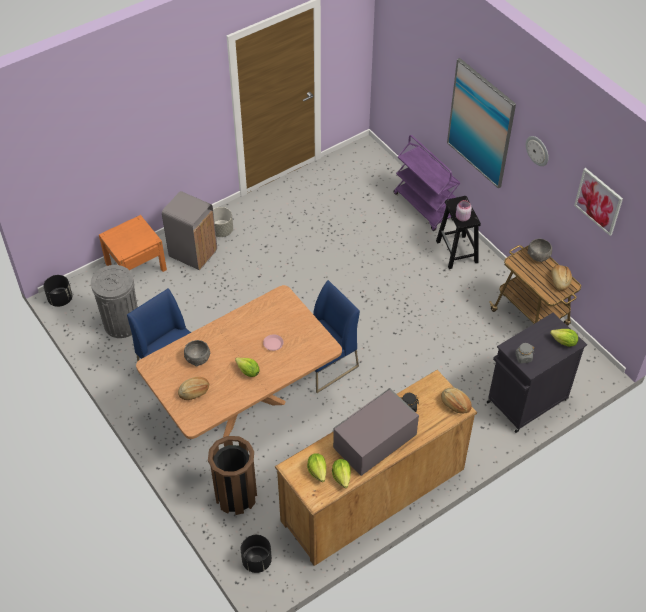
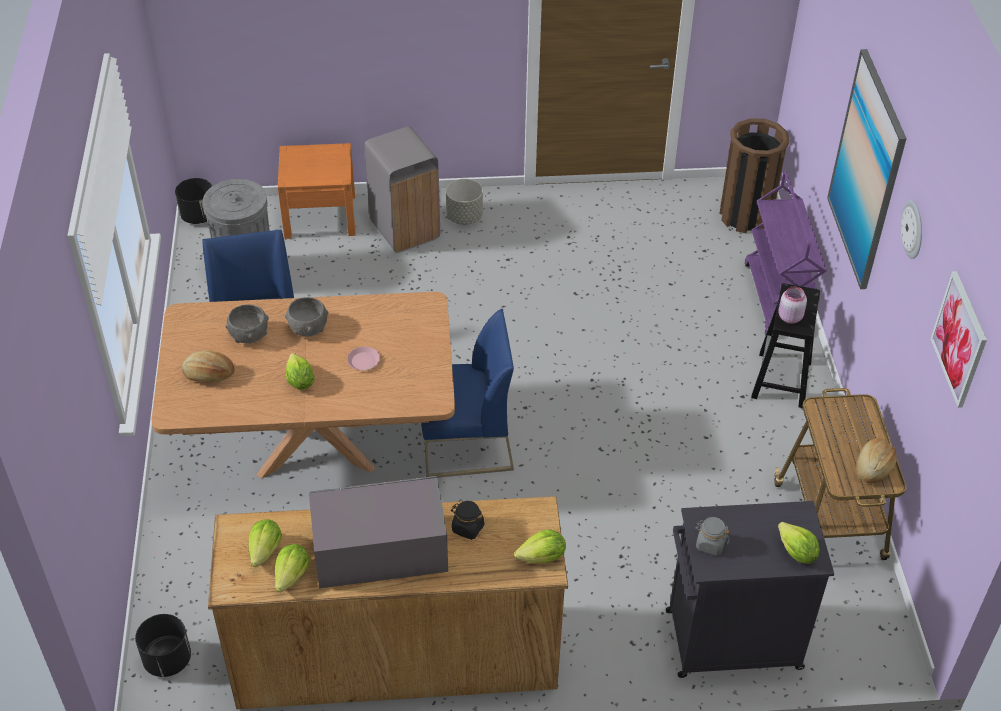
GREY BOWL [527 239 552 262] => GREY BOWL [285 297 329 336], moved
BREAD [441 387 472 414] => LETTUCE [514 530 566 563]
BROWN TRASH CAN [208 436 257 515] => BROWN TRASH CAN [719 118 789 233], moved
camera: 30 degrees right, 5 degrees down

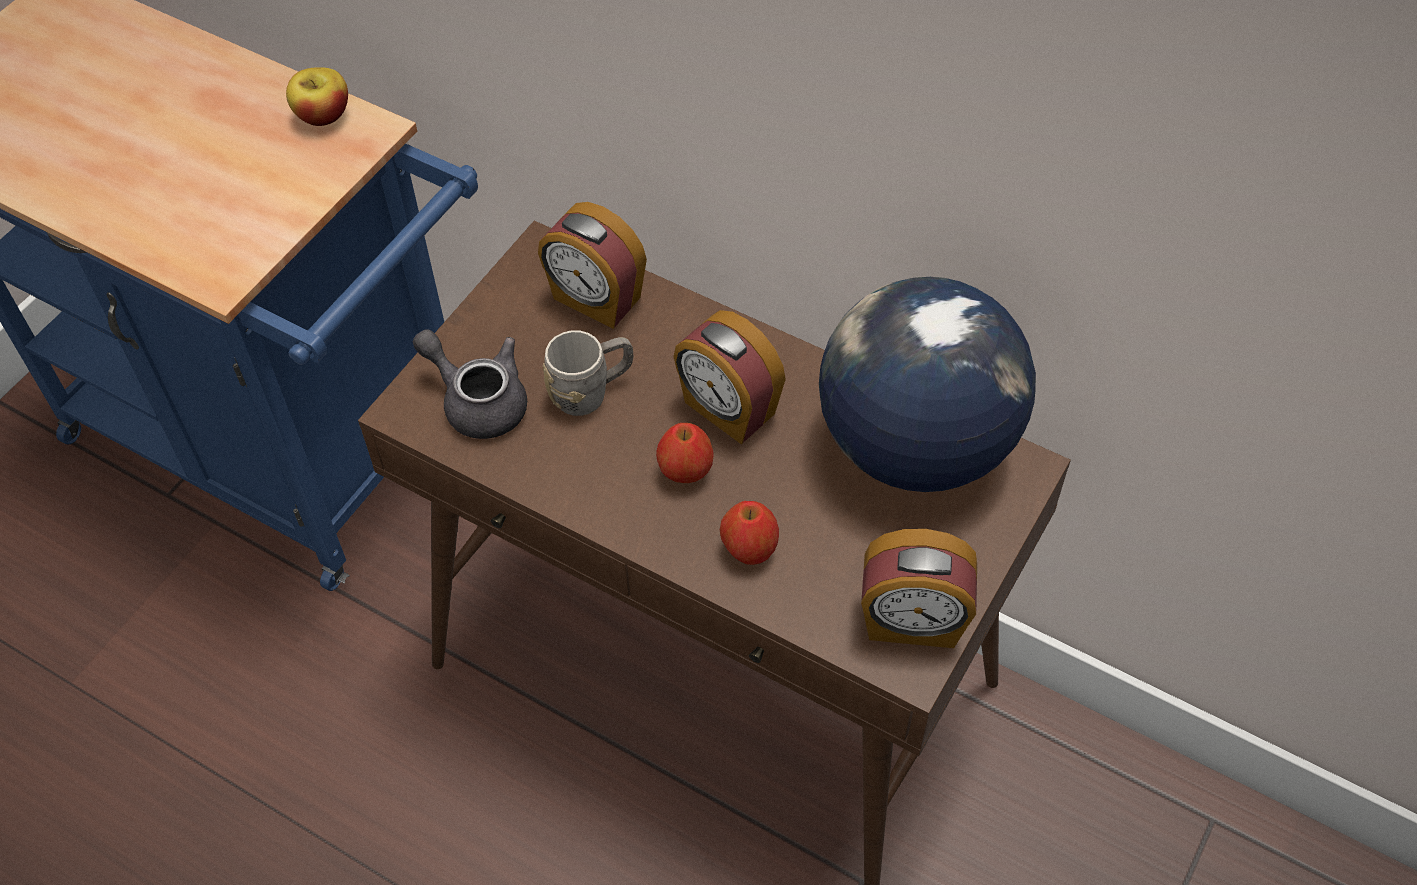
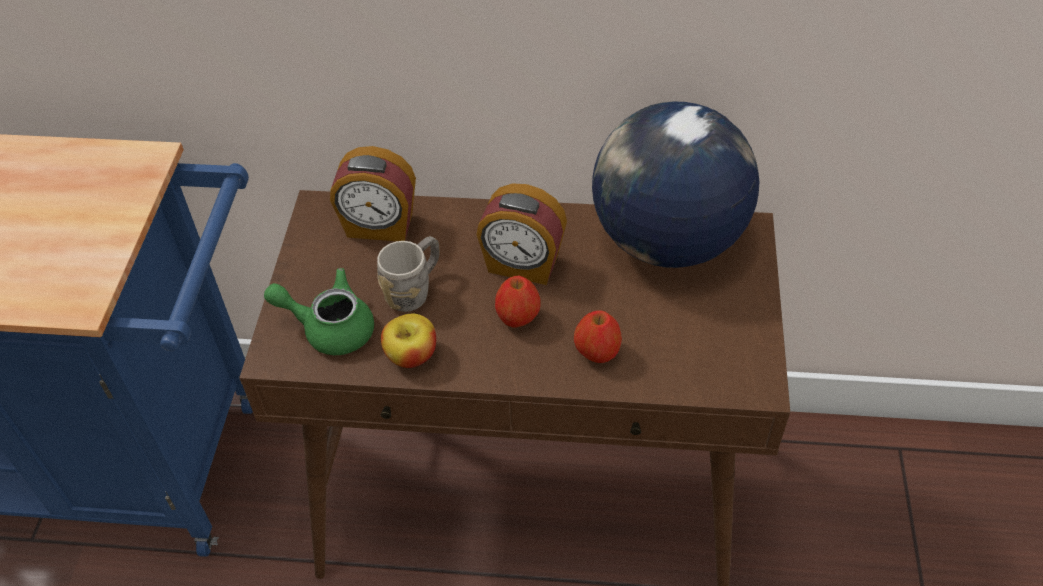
APPLE [286 67 348 126] => APPLE [381 314 436 368], moved
GREY TEAPOT [413 329 527 439] => GREEN TEAPOT [264 268 374 355]
ALARM CLOCK [861 529 977 648] => nothing
camera: 25 degrees left, 5 degrees down

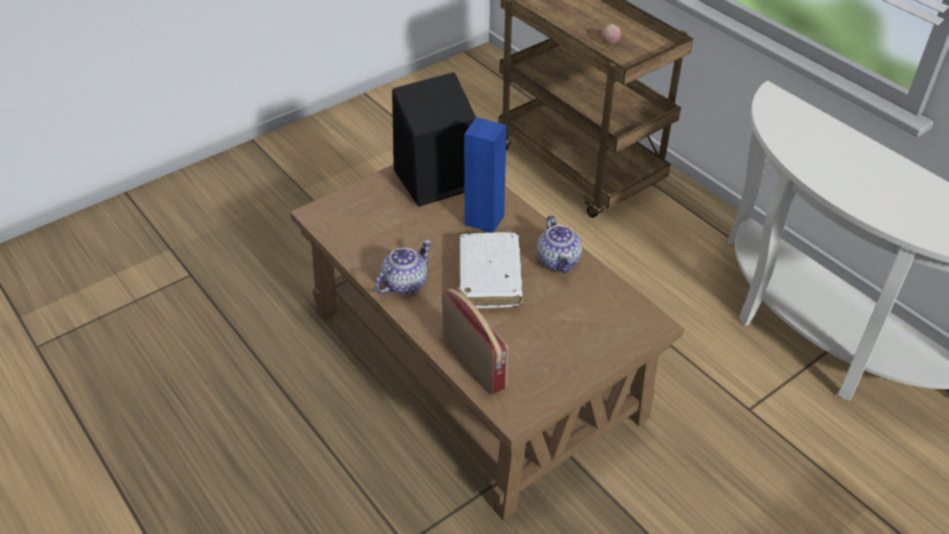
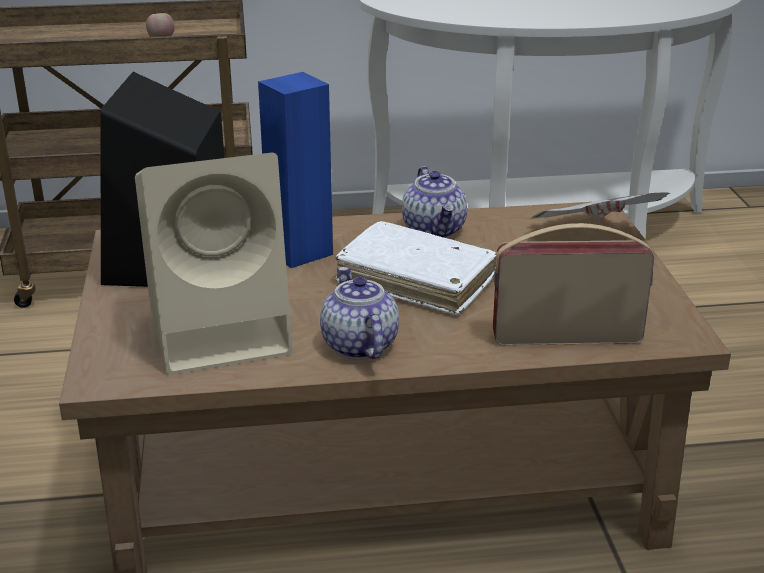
TEAPOT [537 215 582 273] => TEAPOT [402 166 467 238], 60 degrees clockwise
nothing => BEIGE SPEAKER [135 153 293 375]
nothing => NEWSPAPER [532 192 671 219]
camera: 60 degrees left, 15 degrees down

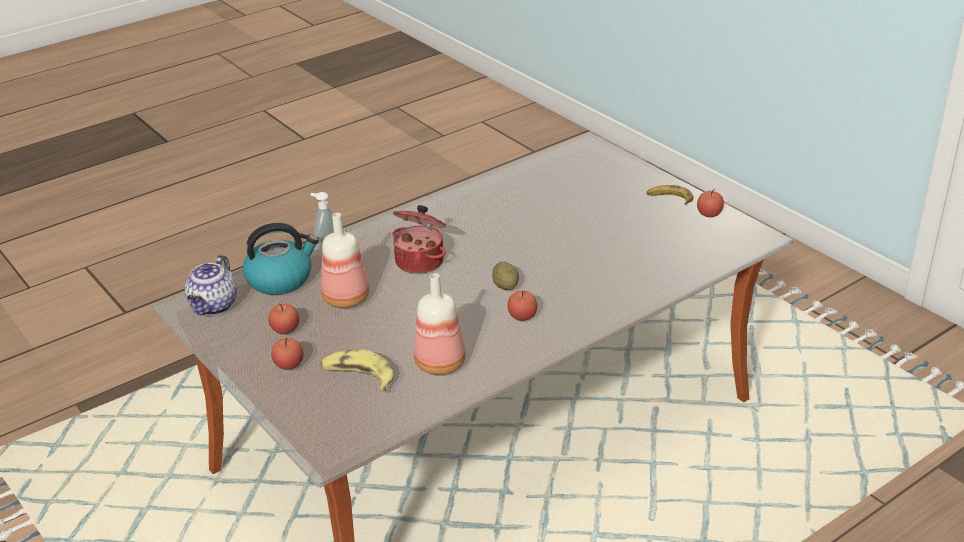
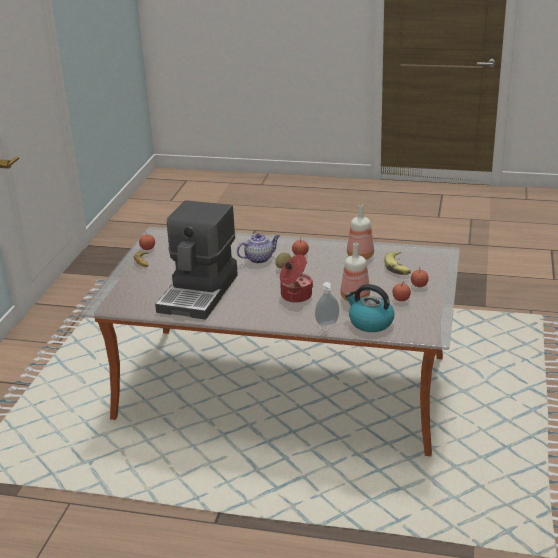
TEAPOT [185 255 237 315] => TEAPOT [237 234 280 264], moved
nothing => COFFEE MACHINE [155 200 238 320]
camera: 130 degrees left, 5 degrees down

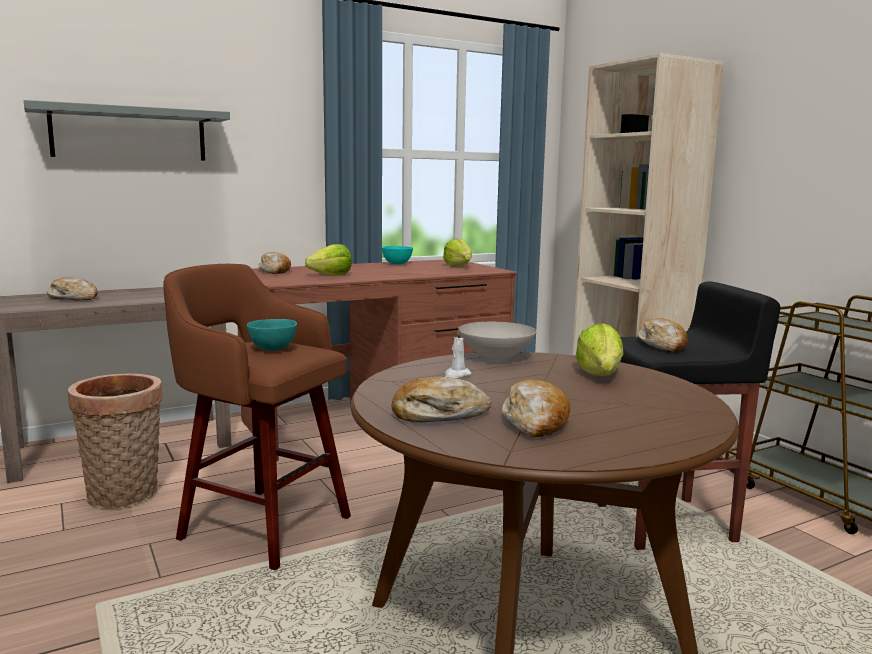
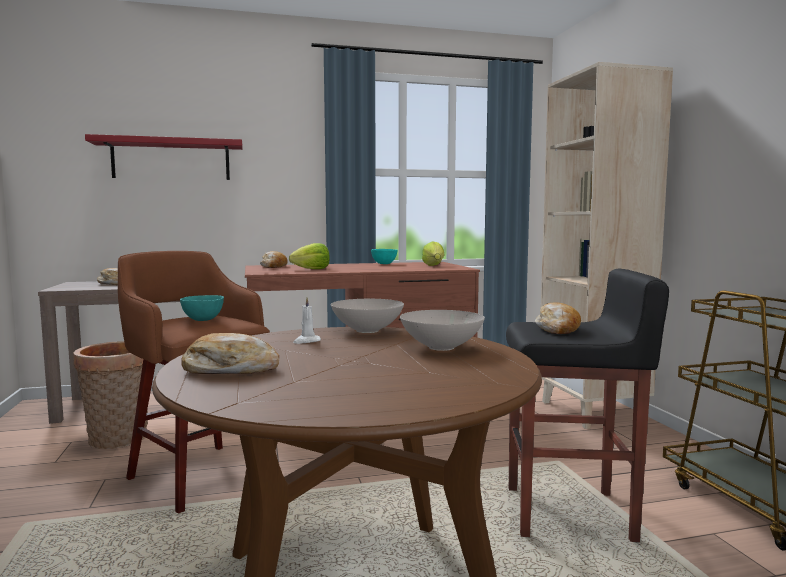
GREY SHELF [24 100 230 161] => RED SHELF [85 134 243 180]
LETTUCE [575 323 624 376] => WHITE BOWL [400 310 485 351]
BREAD [502 380 570 437] => nothing
camera: 15 degrees right, 5 degrees down

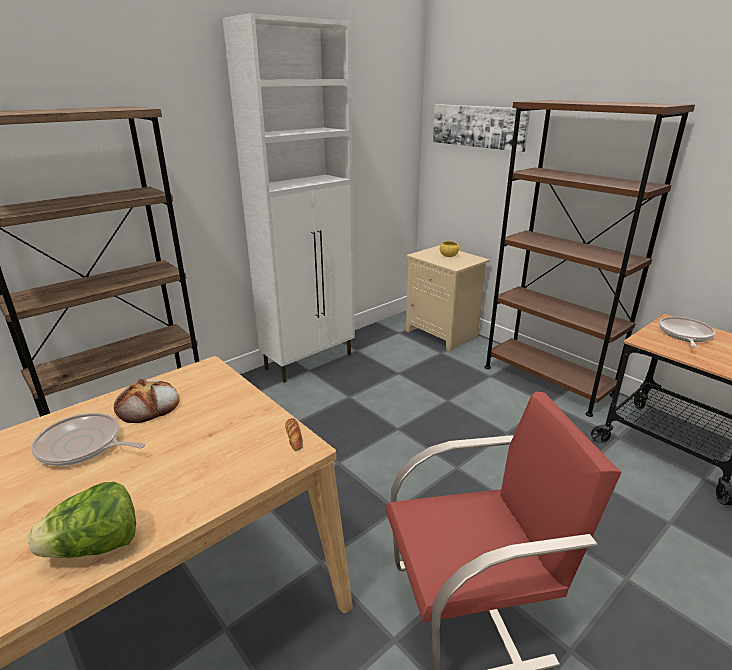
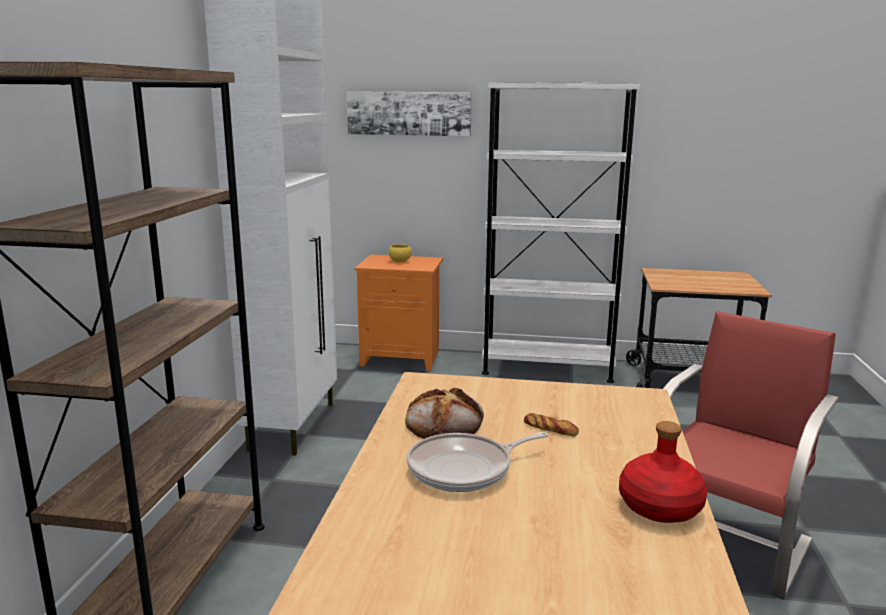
BROWN BOOKCASE [484 100 695 417] => WHITE BOOKCASE [482 82 640 383]
BEIGE NIGHTSTAND [406 245 490 351] => ORANGE NIGHTSTAND [354 255 443 371]
FRYING PAN [659 317 715 347] => nothing
BREAD [285 418 303 451] => BREAD [524 413 579 437], moved
LETTUCE [28 482 136 558] => RED BOTTLE [619 421 707 523]
camera: 40 degrees left, 10 degrees down

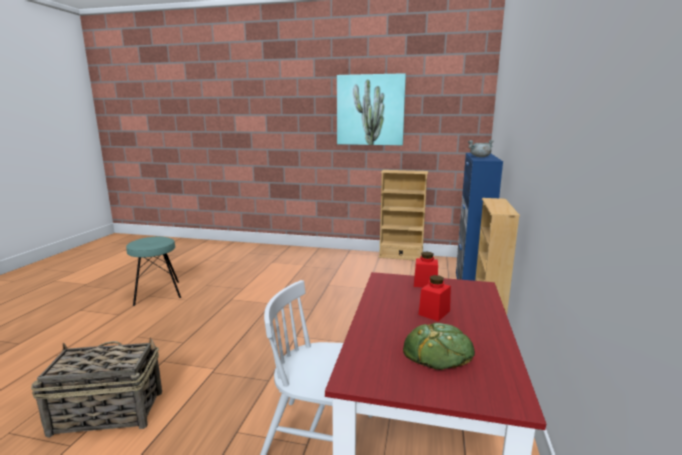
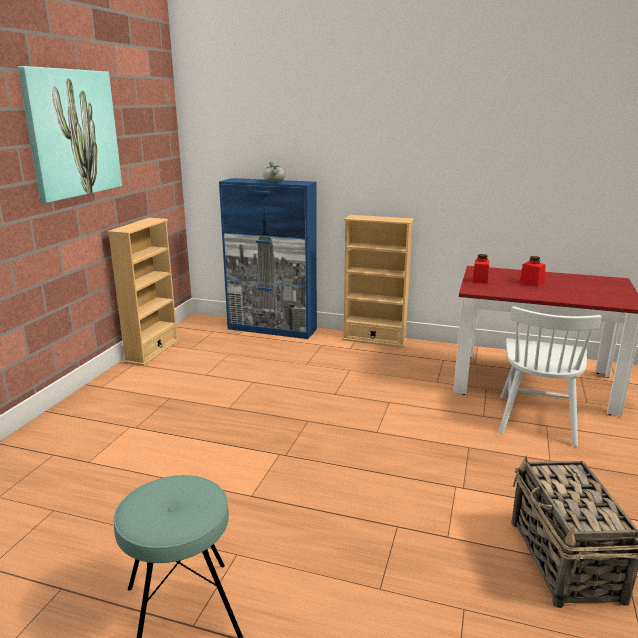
BREAD [403 323 475 370] => nothing
camera: 85 degrees left, 5 degrees up

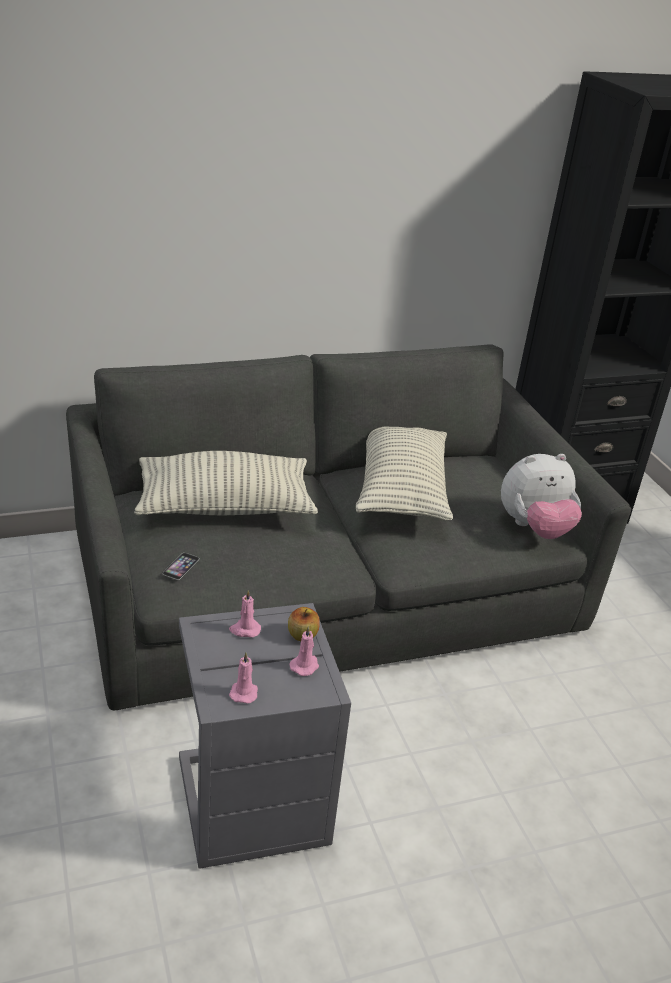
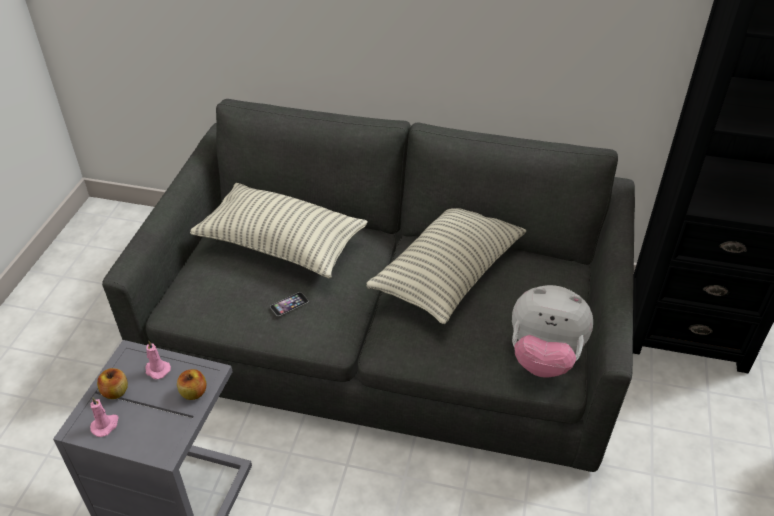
PHONE [163 553 199 580] => PHONE [270 292 309 316], moved
PINK CANDLE [289 626 319 676] => nothing
nothing => APPLE [97 368 128 399]
camera: 35 degrees right, 10 degrees up

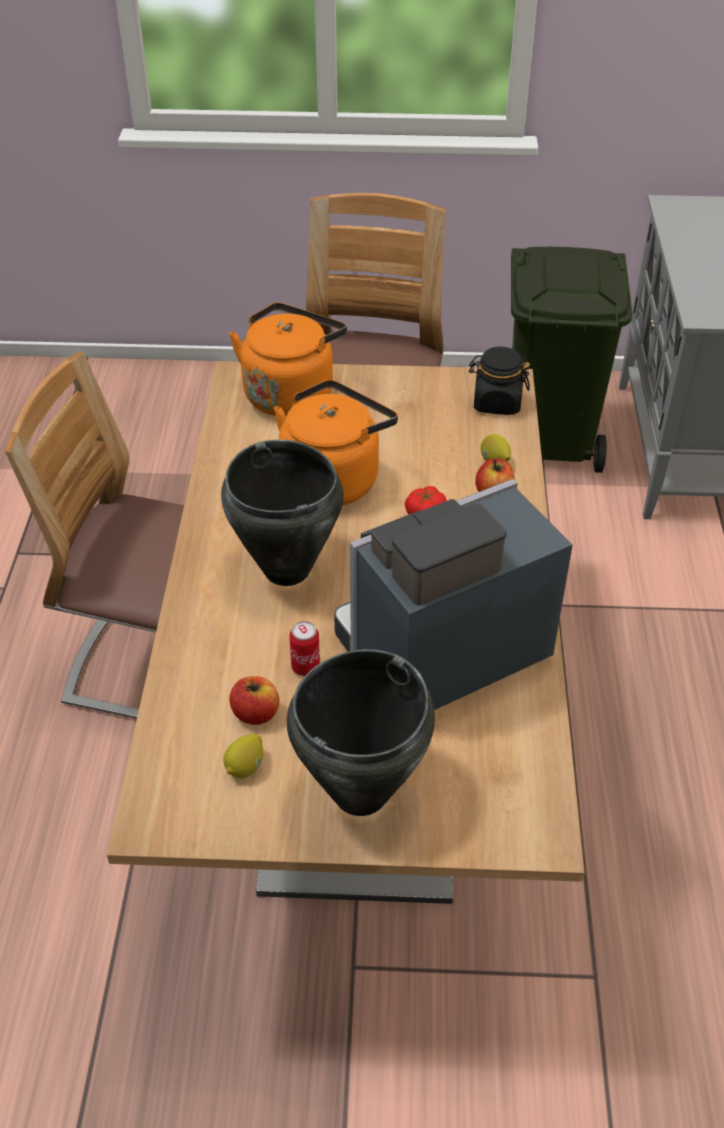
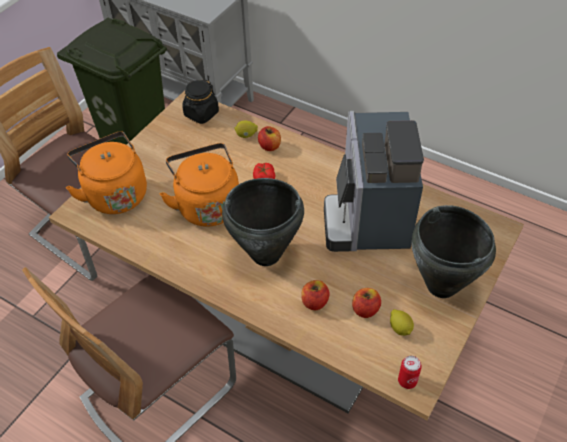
CAN [290 621 320 676] => CAN [398 356 422 389], moved
nothing => APPLE [301 280 330 310]
camera: 60 degrees left, 5 degrees up

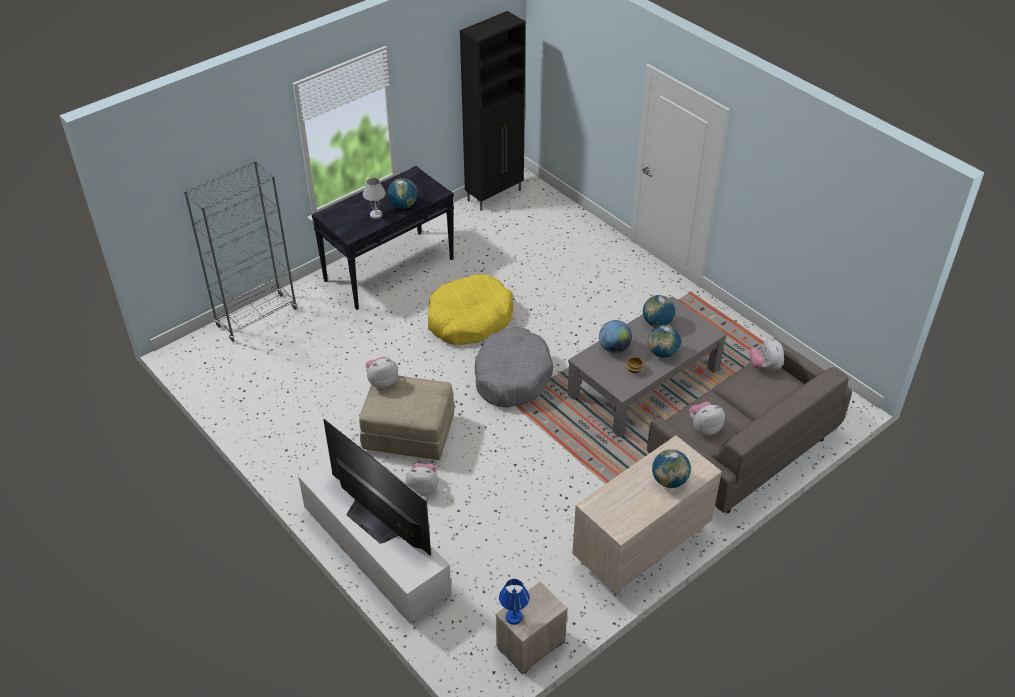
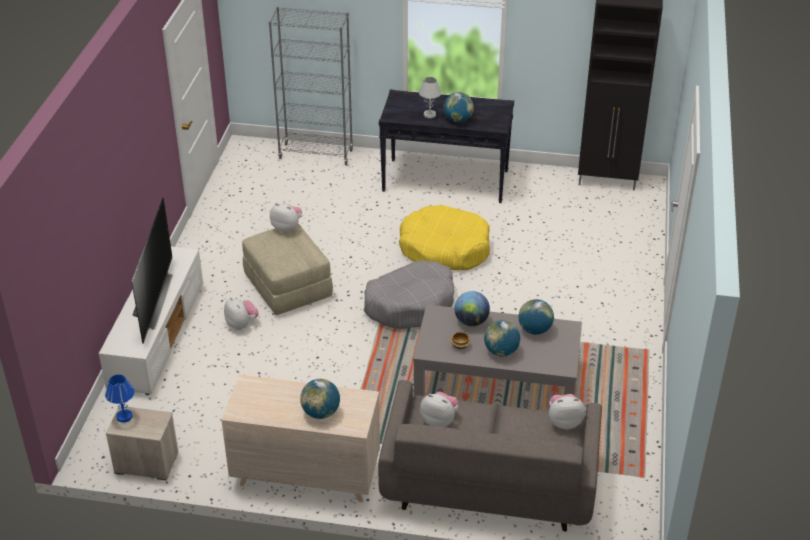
PLUSH TOY [749 337 784 371] => PLUSH TOY [549 394 585 429], 45 degrees clockwise
camera: 50 degrees right, 5 degrees down

